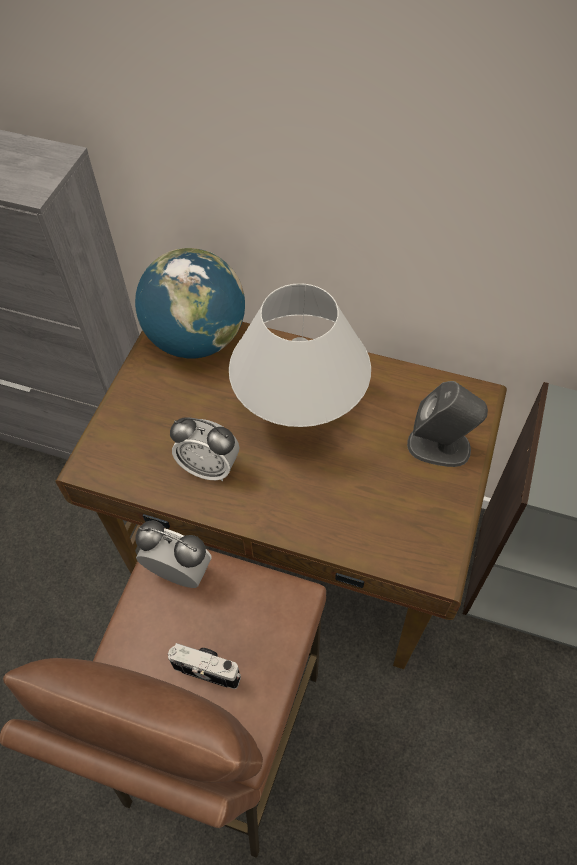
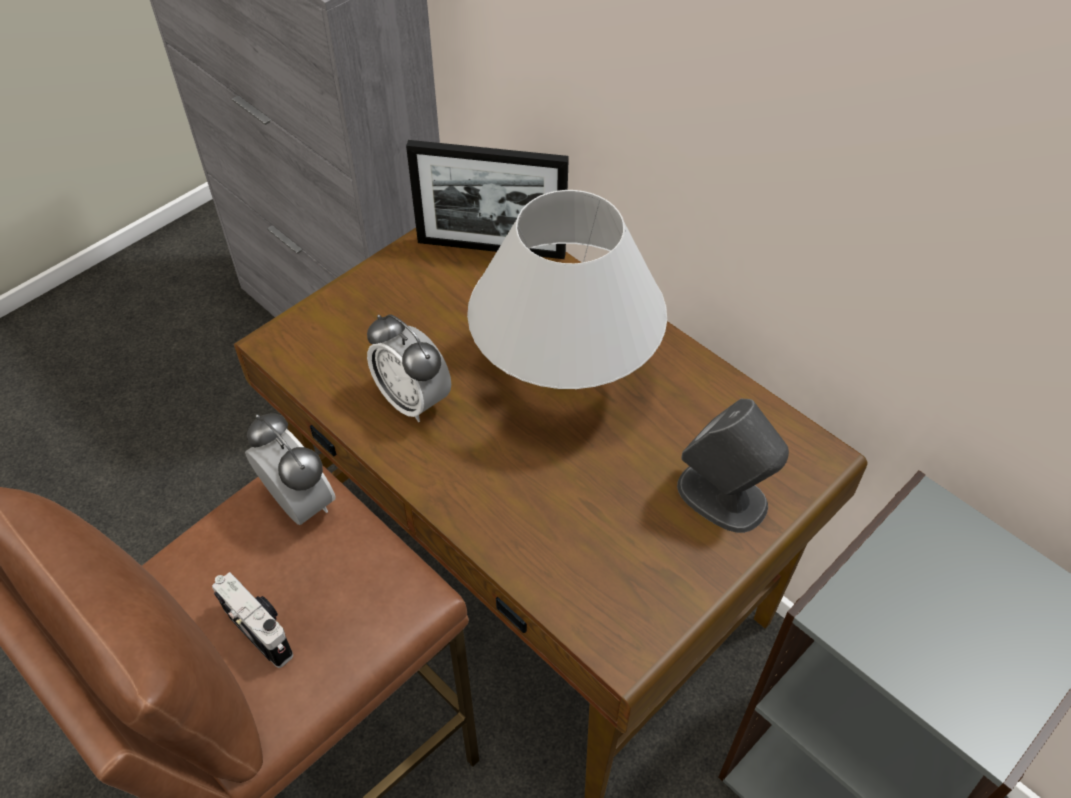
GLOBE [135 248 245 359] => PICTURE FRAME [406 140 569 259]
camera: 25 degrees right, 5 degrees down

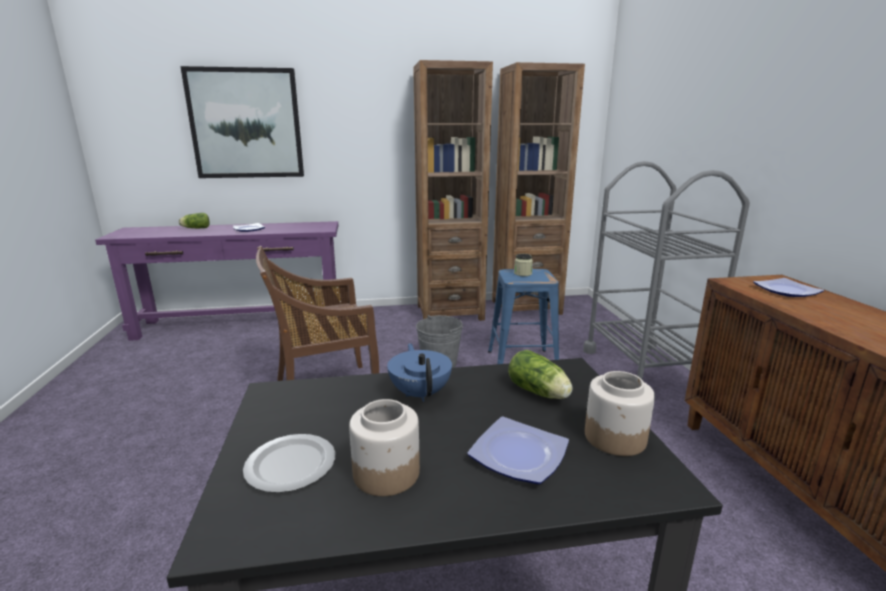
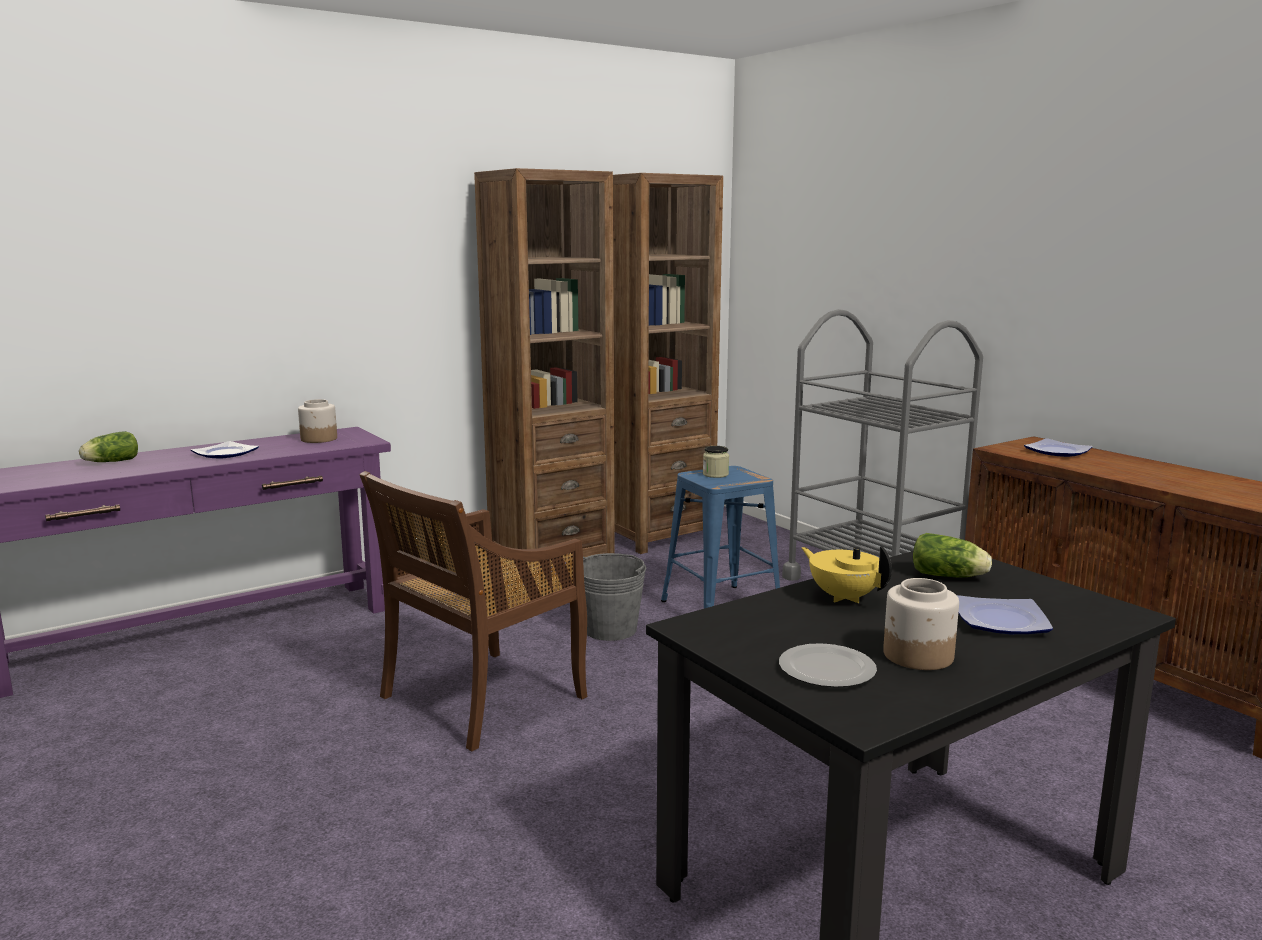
PICTURE [180 66 304 178] => nothing
BLUE TEAPOT [387 343 452 402] => YELLOW TEAPOT [801 546 892 603]
JAR [585 371 655 456] => JAR [298 399 337 443], moved
camera: 25 degrees left, 5 degrees down

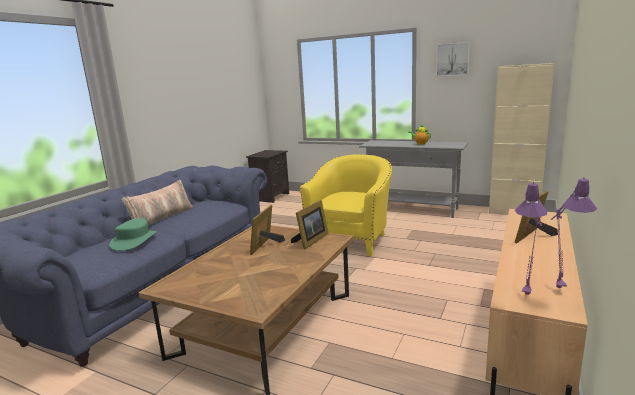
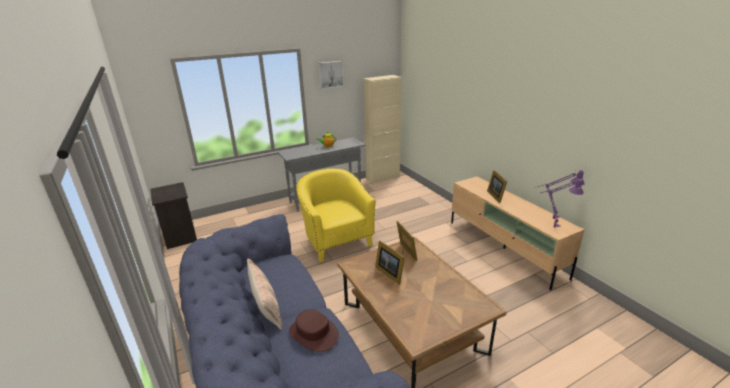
GREEN HAT [109 218 157 251] => BROWN HAT [289 309 339 352]
camera: 55 degrees left, 10 degrees up

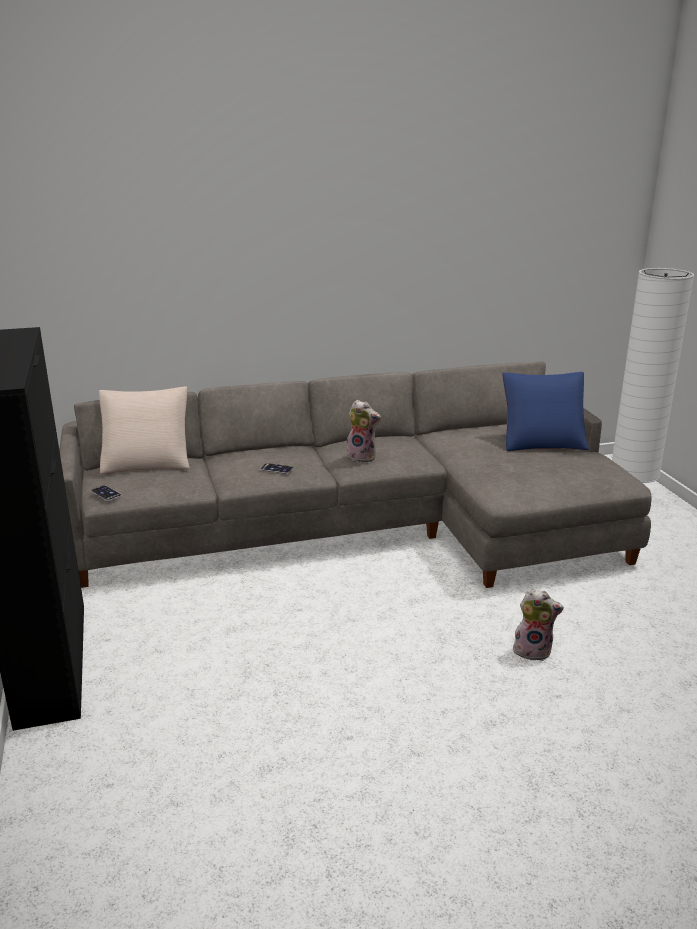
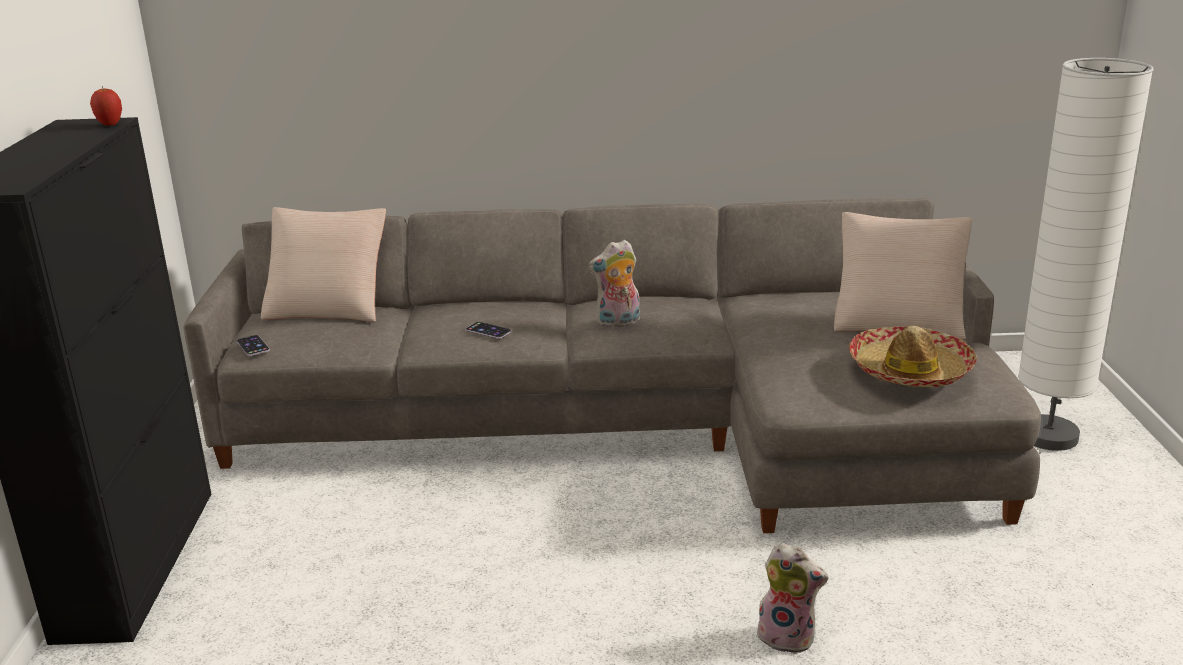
BLUE PILLOW [502 372 589 451] => BEIGE PILLOW [834 212 972 339]
PLUSH TOY [346 400 381 463] => PLUSH TOY [589 239 640 328], 120 degrees clockwise
nothing => APPLE [90 86 122 126]
nothing => HAT [849 326 977 387]
camera: 15 degrees right, 0 degrees up

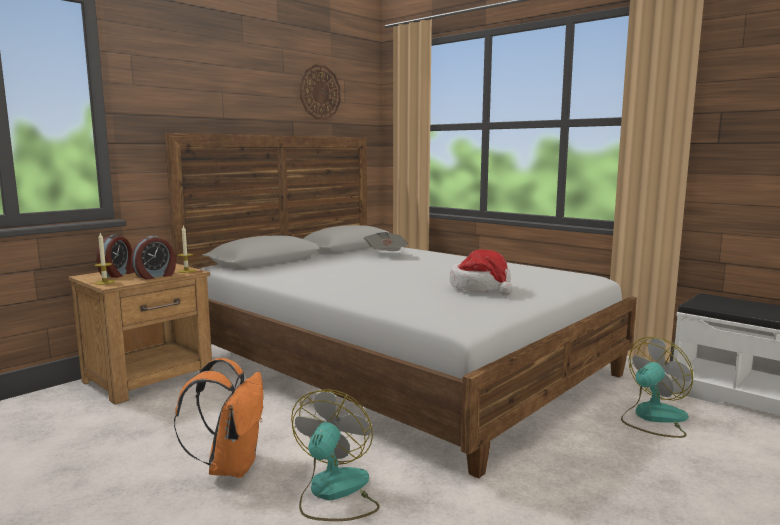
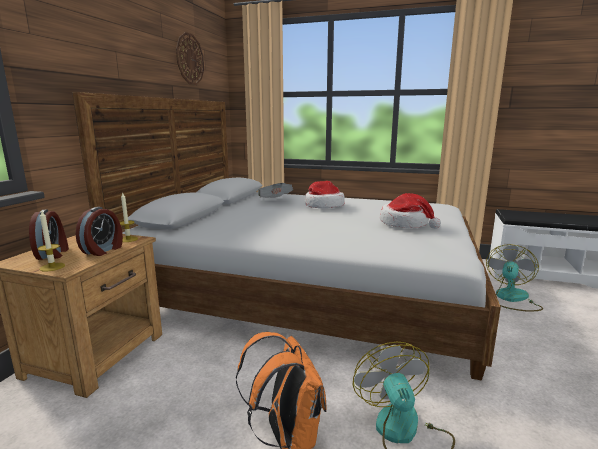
nothing => HAT [305 181 345 208]
camera: 25 degrees left, 5 degrees up

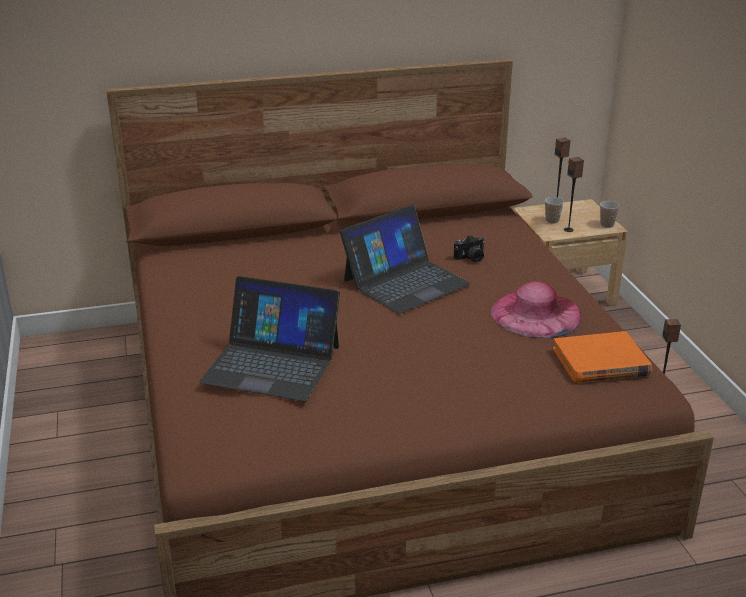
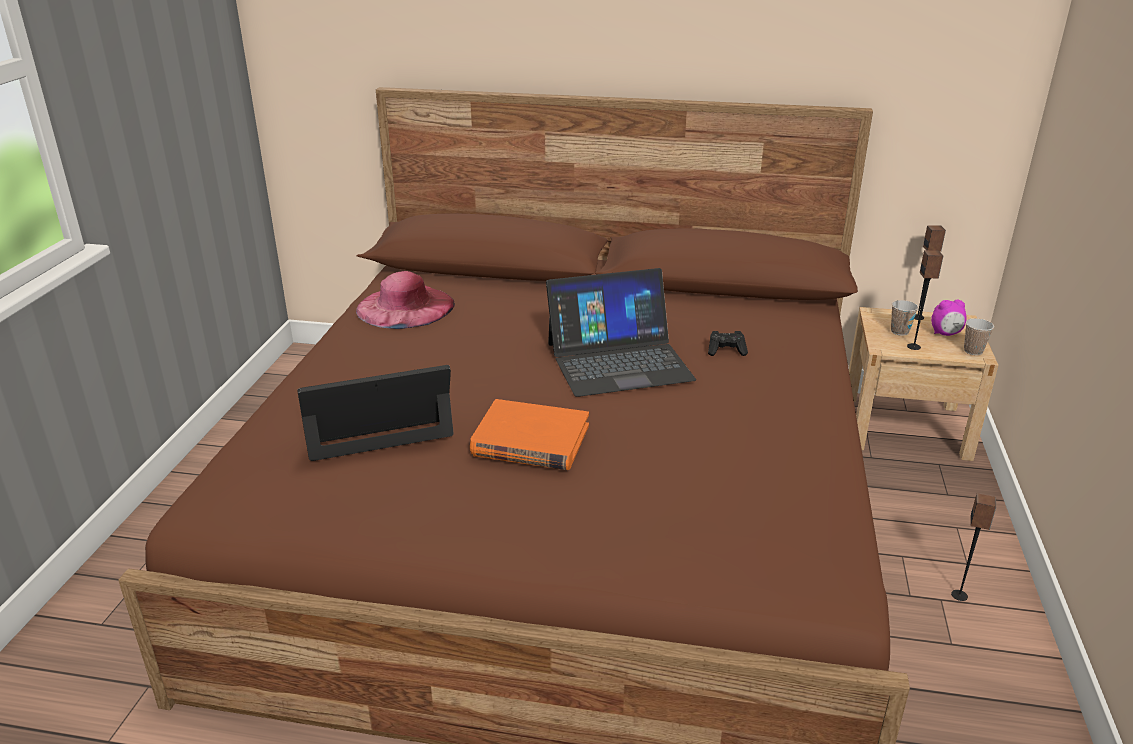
PHOTO CAMERA [454 235 485 262] => BLACK GAME CONTROLLER [708 331 748 356]
LAPTOP [199 276 340 401] => LAPTOP [297 365 454 461], 120 degrees clockwise
PINK HAT [491 281 581 338] => PINK HAT [356 271 455 329], moved
ORANGE BOOK [553 331 652 383] => ORANGE BOOK [470 399 589 470], moved
nothing => ALARM CLOCK [931 300 967 336]
camera: 25 degrees right, 0 degrees up

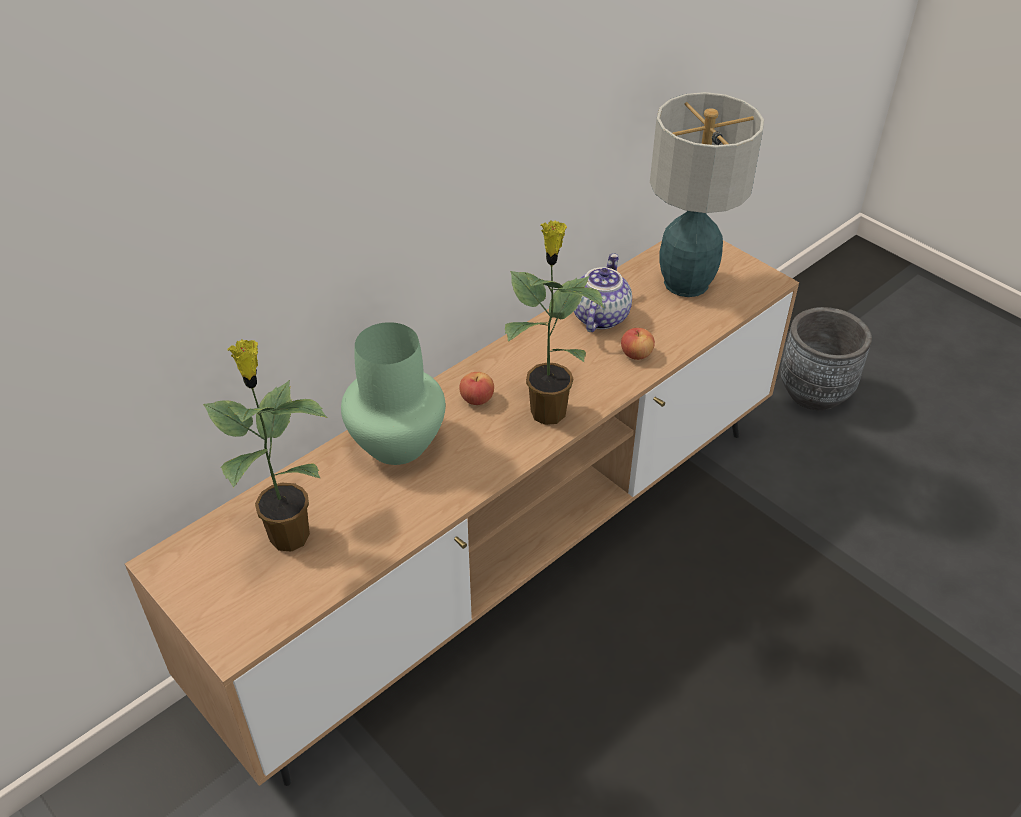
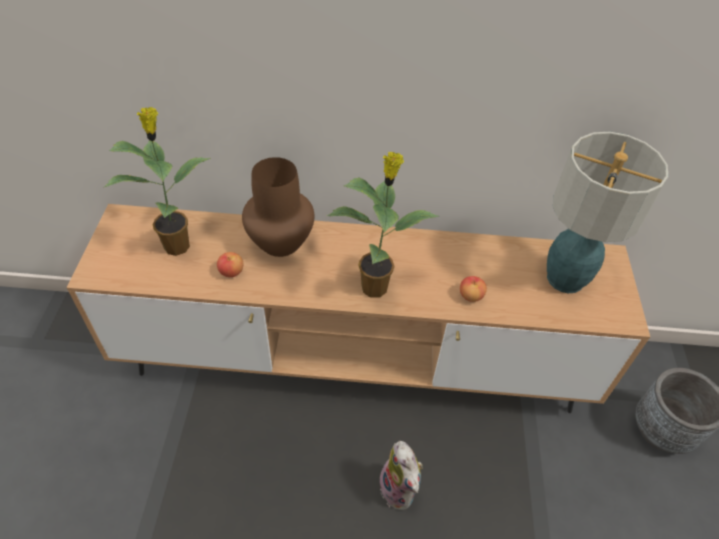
TEAPOT [574 253 632 332] => nothing
GREEN VASE [341 322 445 465] => BROWN VASE [242 157 314 257]
APPLE [459 372 494 405] => APPLE [217 252 243 277], moved
nothing => PLUSH TOY [376 441 423 510]
camera: 45 degrees right, 5 degrees up

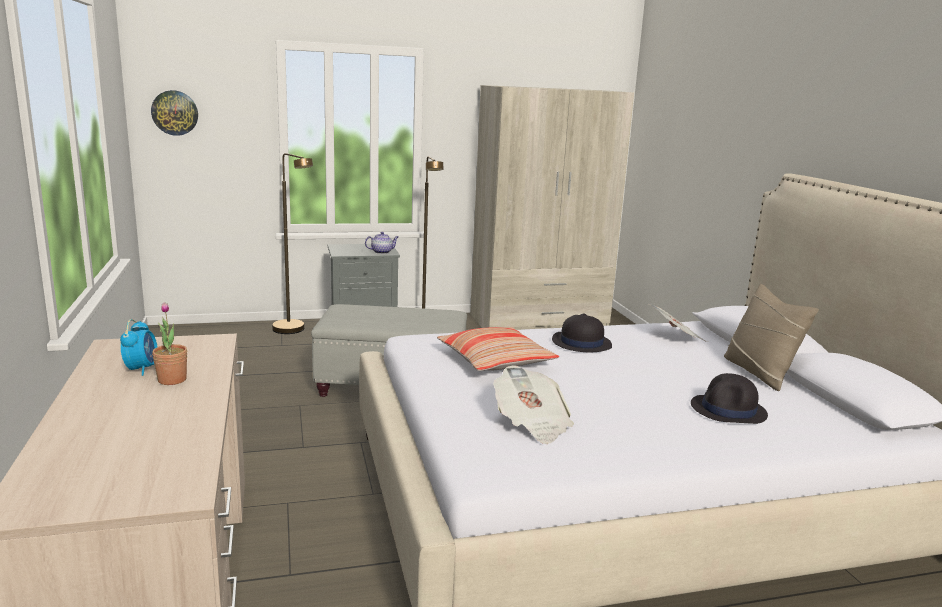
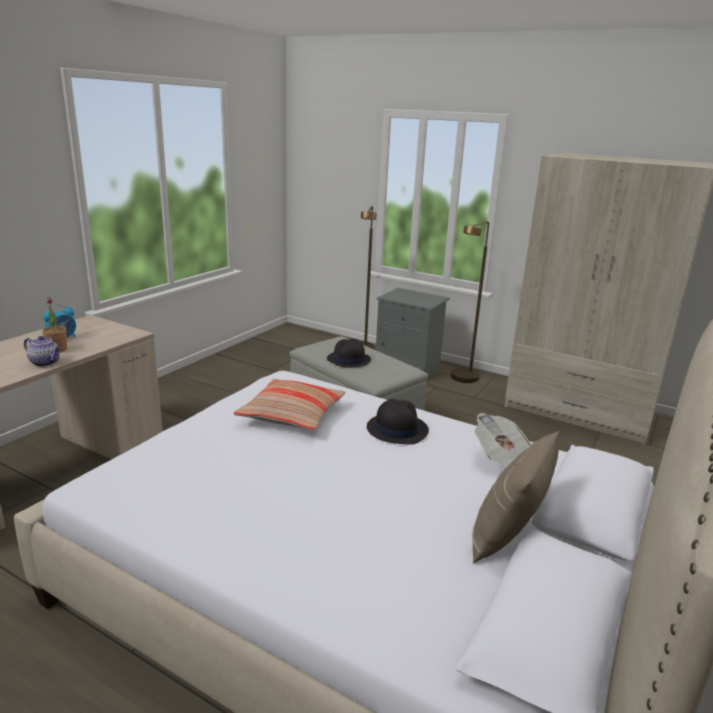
WALL CLOCK [151 90 198 136] => nothing
TEAPOT [365 232 399 254] => TEAPOT [24 336 61 367], moved
NEWSPAPER [493 366 574 444] => nothing
BLACK HAT [691 373 768 424] => BLACK HAT [327 338 371 368], moved
camera: 45 degrees right, 5 degrees up

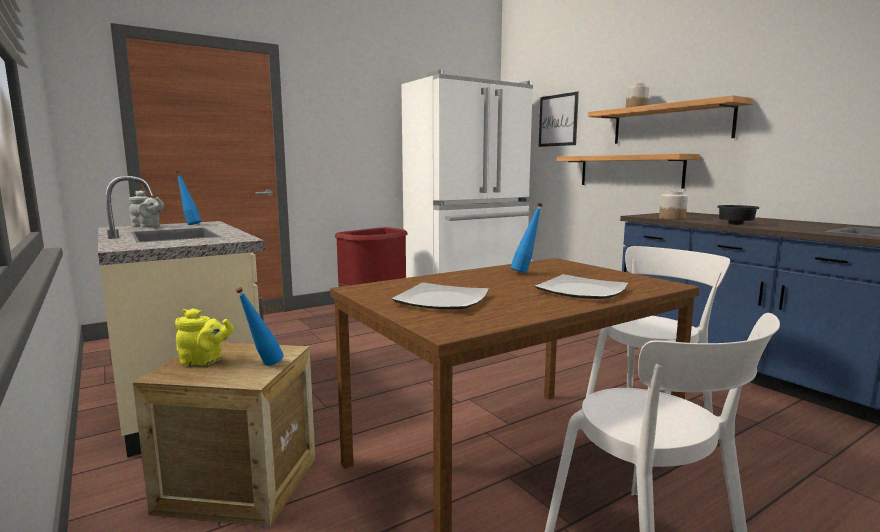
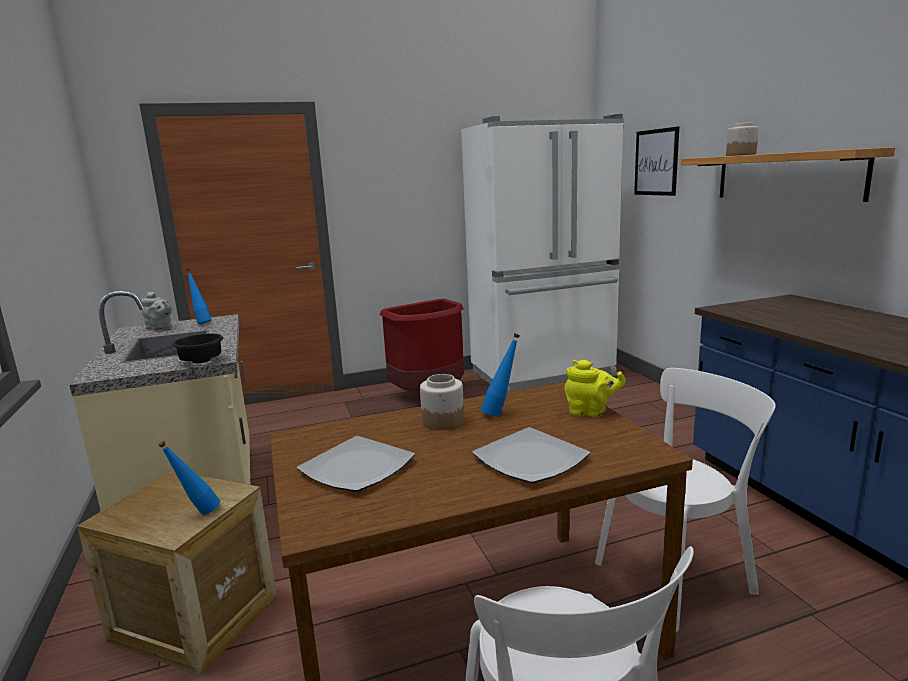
SHELF [557 154 700 189] => nothing
JAR [659 191 688 220] => JAR [420 374 464 430], moved
BLACK BOWL [717 205 760 225] => BLACK BOWL [172 333 223 363], moved
YELLOW TEAPOT [175 308 234 365] => YELLOW TEAPOT [564 360 626 417], moved
camera: 15 degrees right, 5 degrees up

